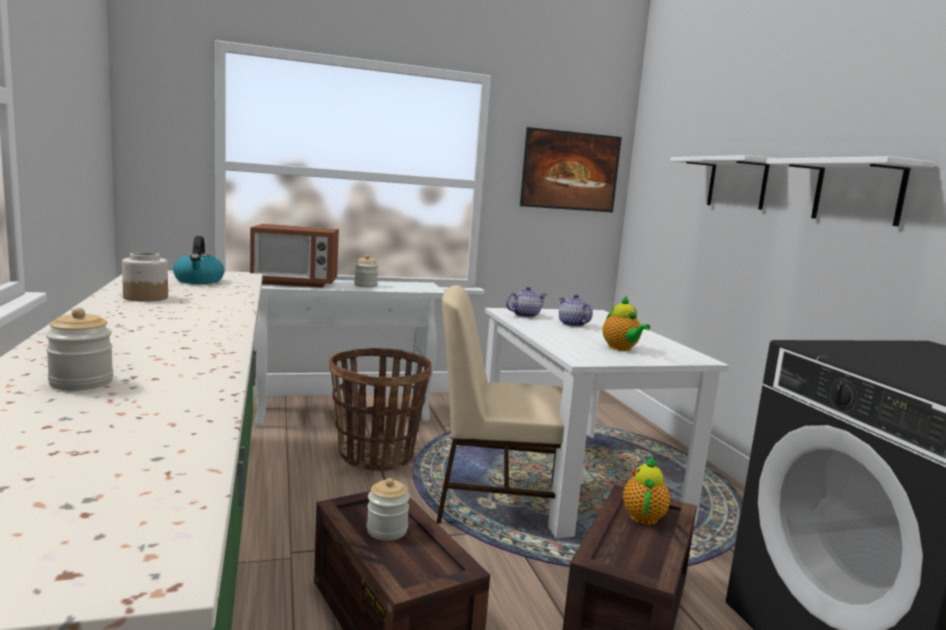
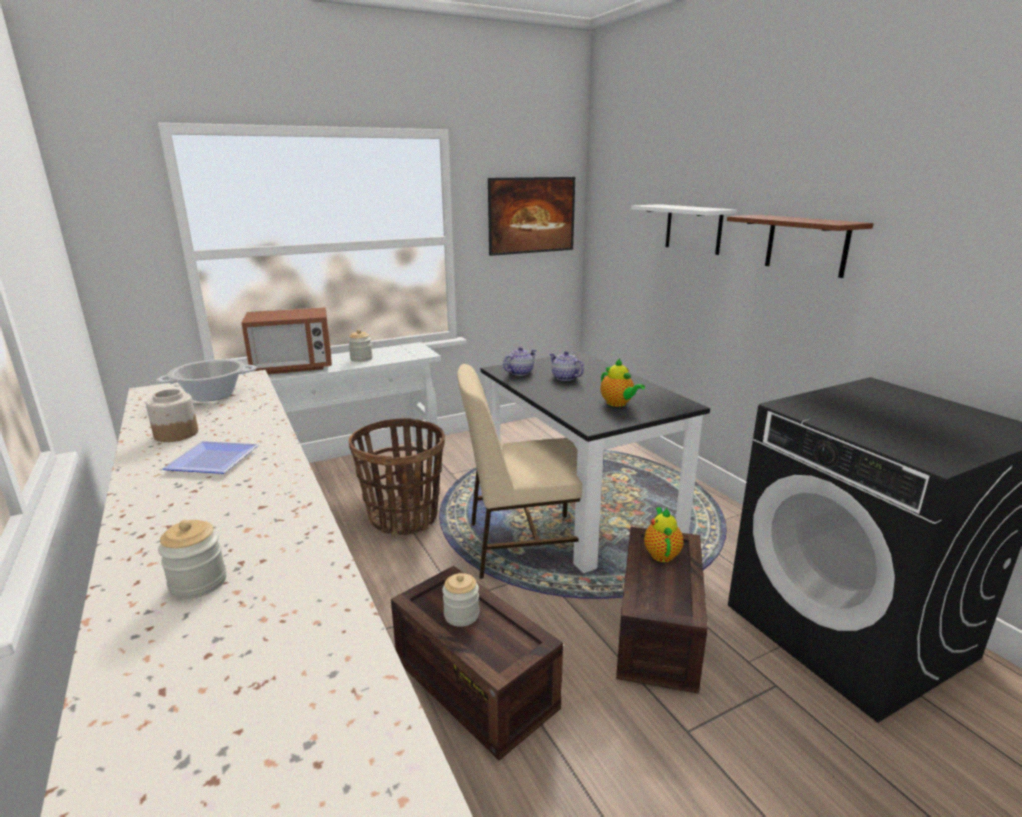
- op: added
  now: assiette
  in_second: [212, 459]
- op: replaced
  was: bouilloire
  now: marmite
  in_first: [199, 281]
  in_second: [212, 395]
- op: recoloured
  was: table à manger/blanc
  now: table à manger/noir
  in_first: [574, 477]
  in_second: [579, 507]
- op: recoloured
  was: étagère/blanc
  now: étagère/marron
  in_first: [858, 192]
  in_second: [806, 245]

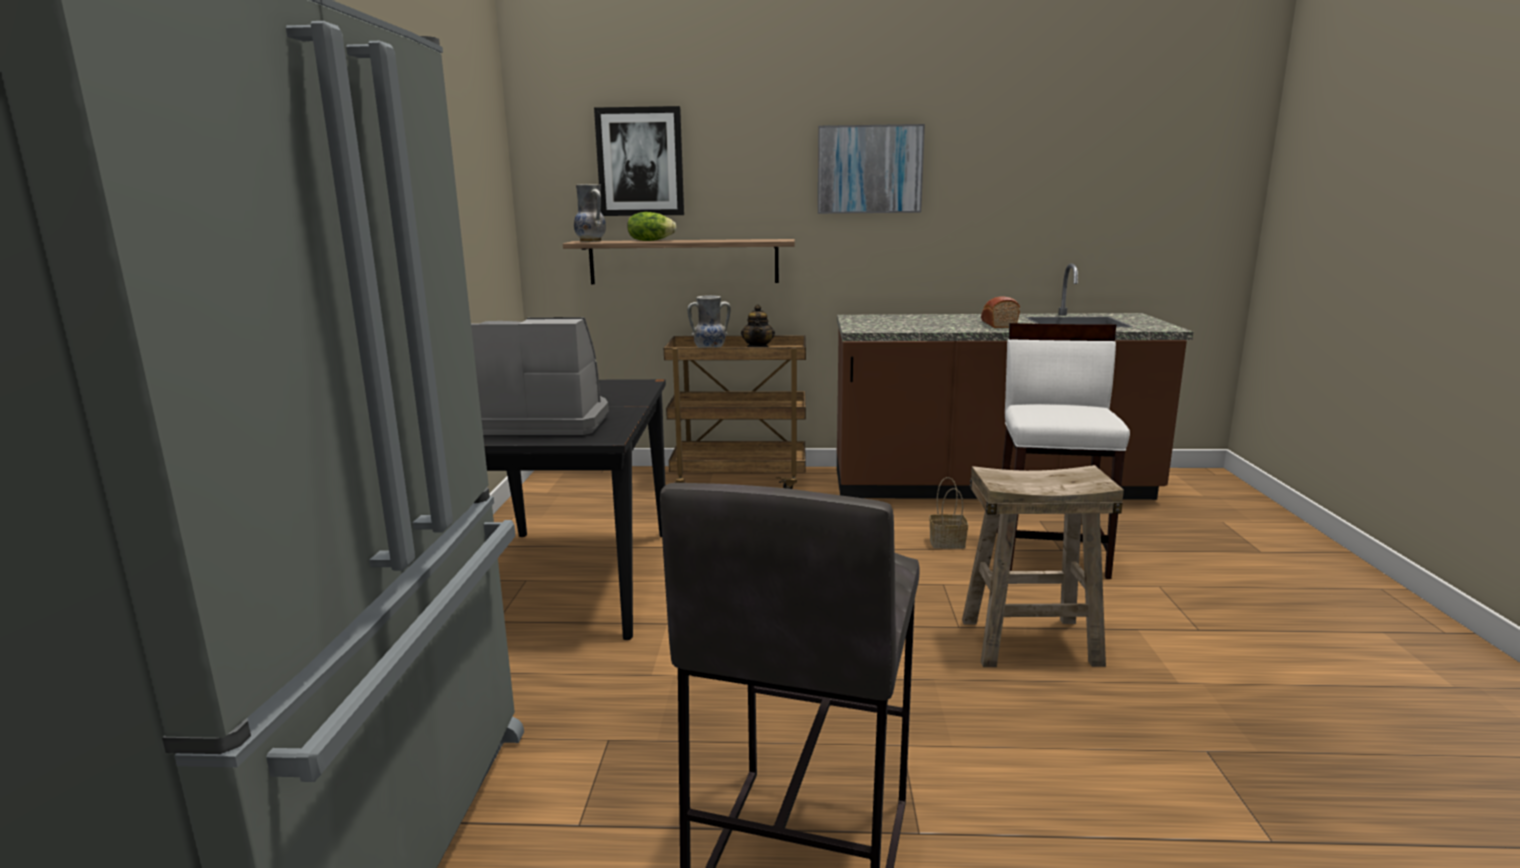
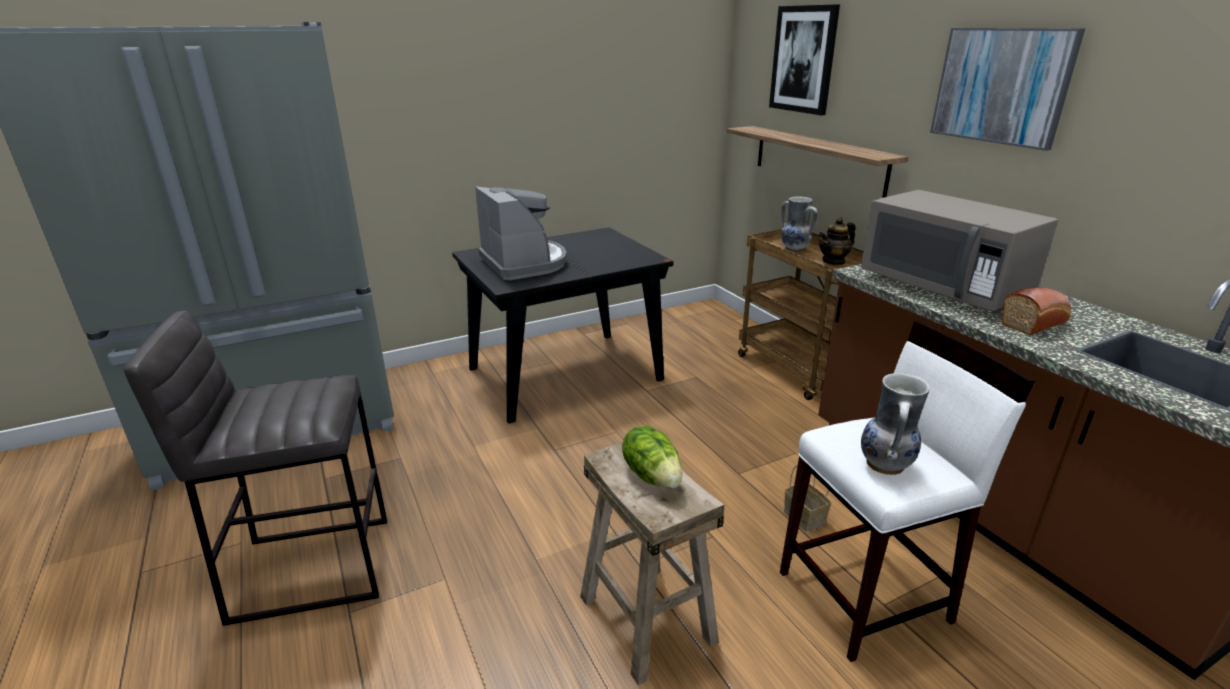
- op: added
  now: micro-ondes/gris
  in_second: [942, 288]
- op: moved
  was: vase
  in_first: [591, 241]
  in_second: [886, 465]
- op: moved
  was: laitue
  in_first: [650, 241]
  in_second: [653, 475]

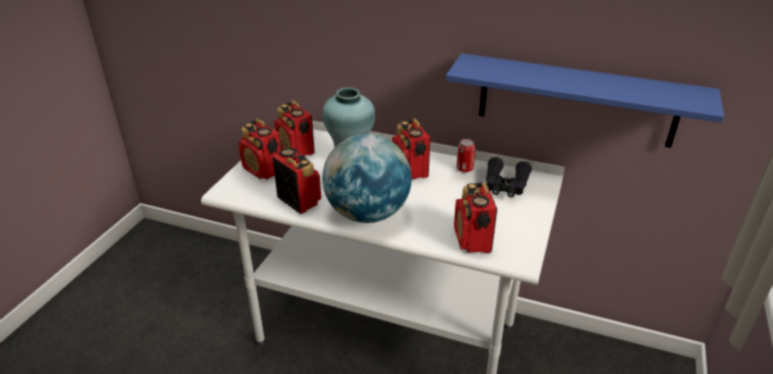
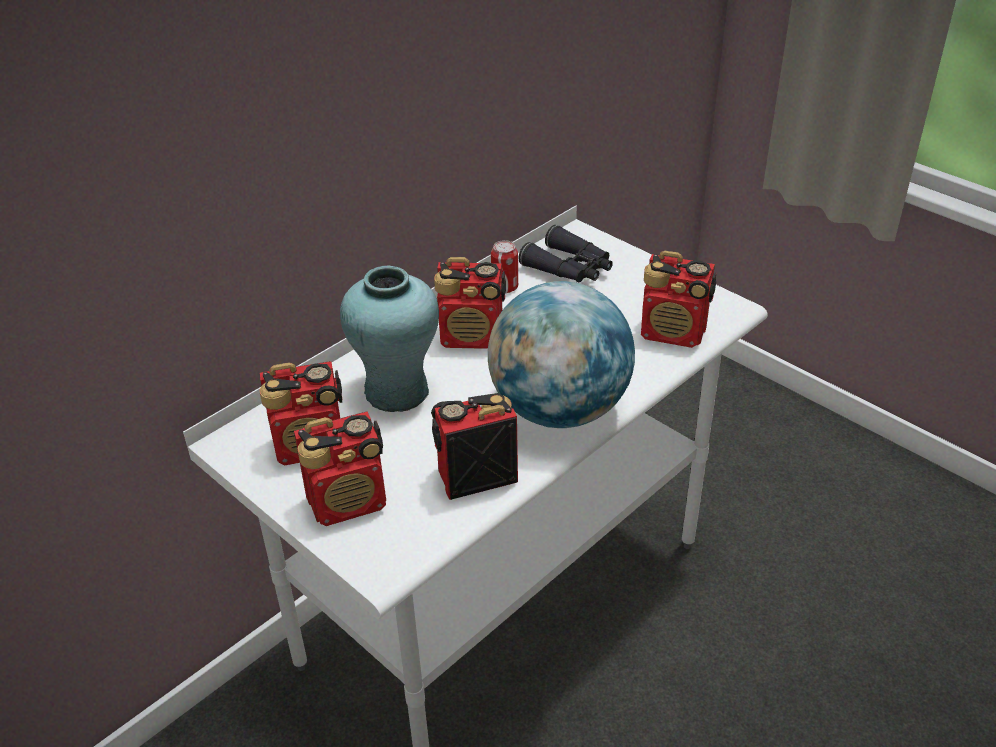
- op: removed
  was: étagère/bleu
  in_first: [576, 100]

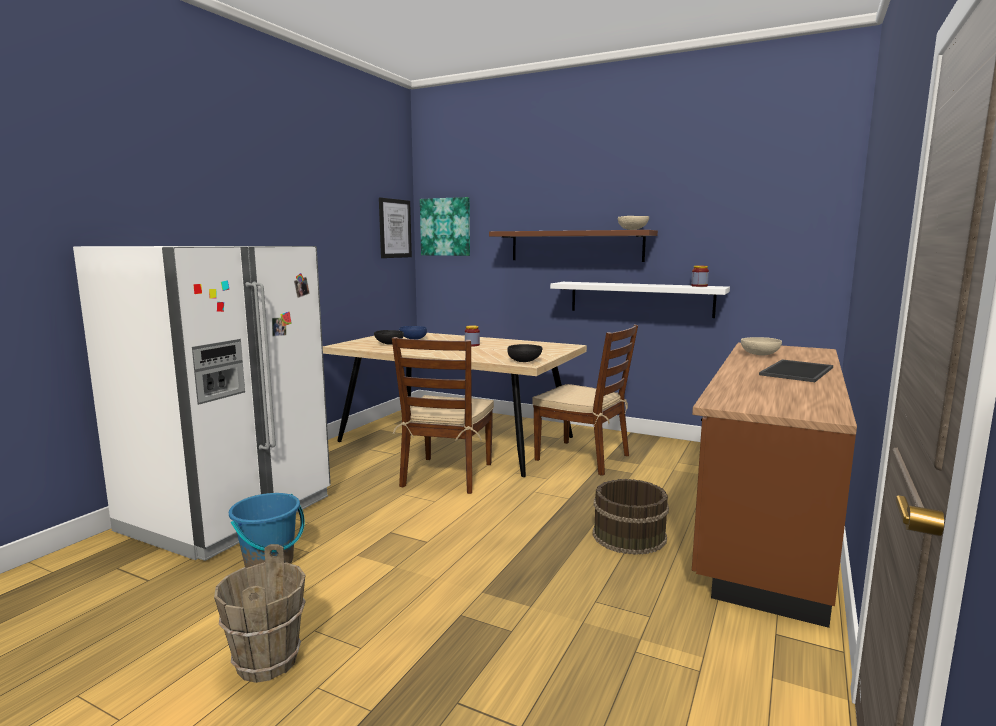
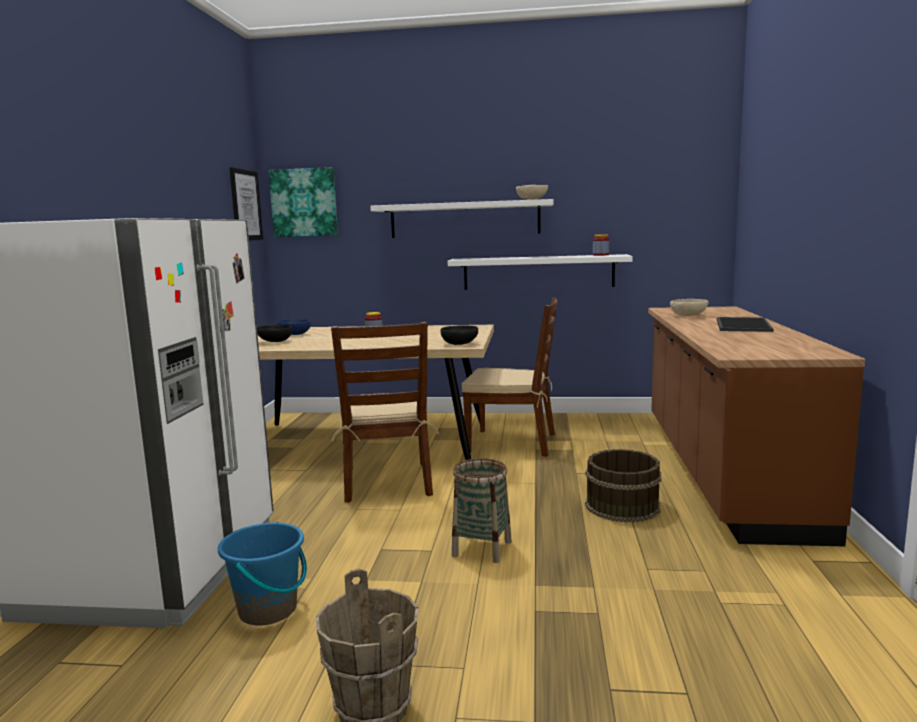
- op: added
  now: panier
  in_second: [482, 548]
- op: recoloured
  was: étagère/marron
  now: étagère/blanc
  in_first: [576, 246]
  in_second: [465, 219]

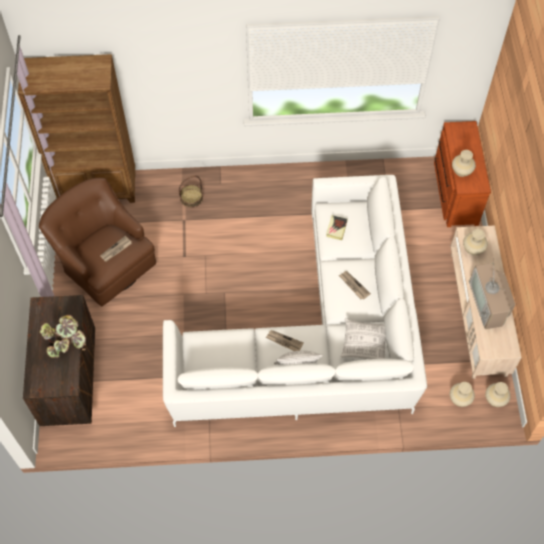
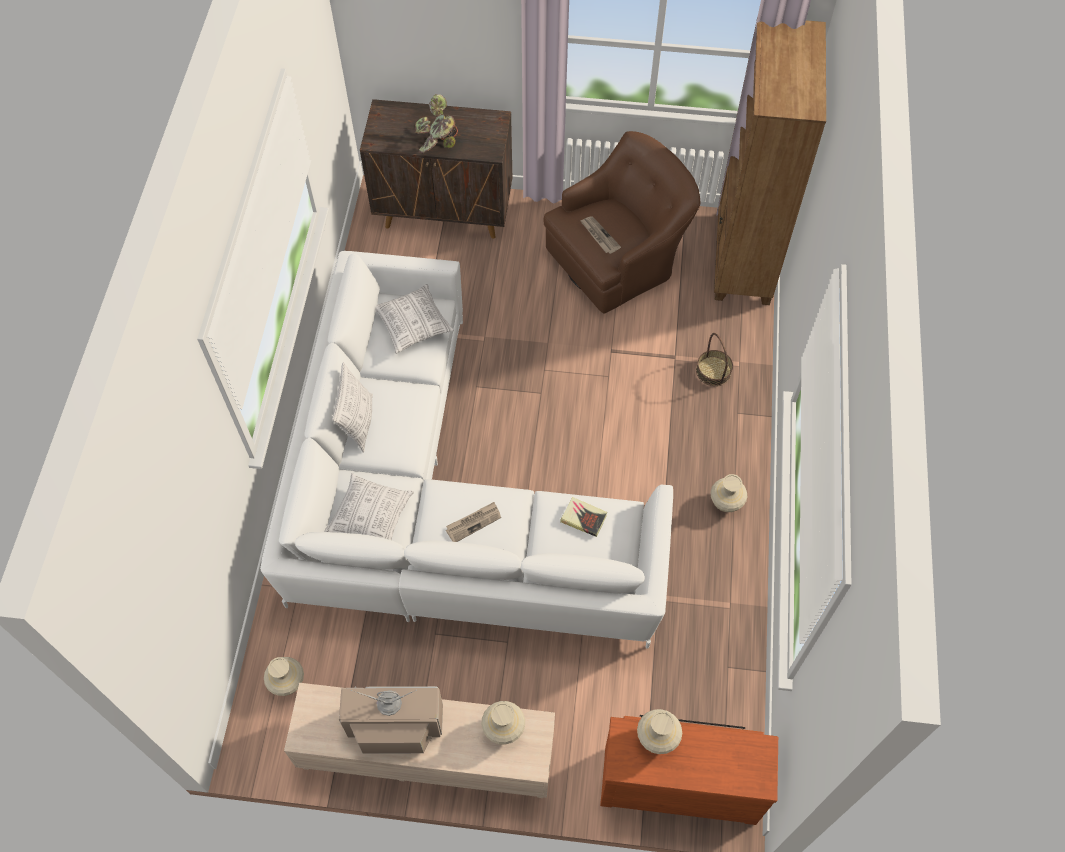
- op: removed
  was: journal
  in_first: [284, 341]
- op: added
  now: coussin
  in_second: [413, 324]
- op: moved
  was: vase/beige
  in_first: [495, 399]
  in_second: [726, 503]

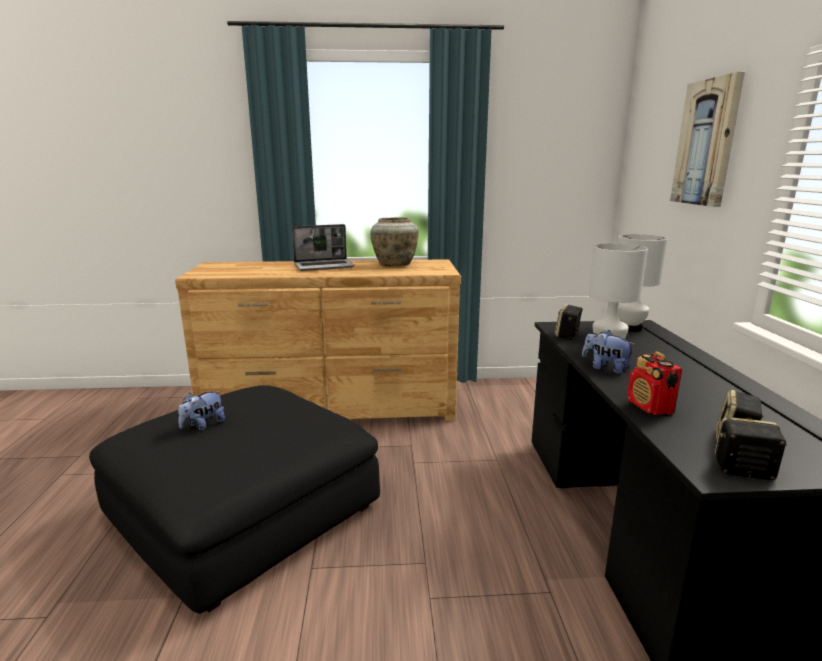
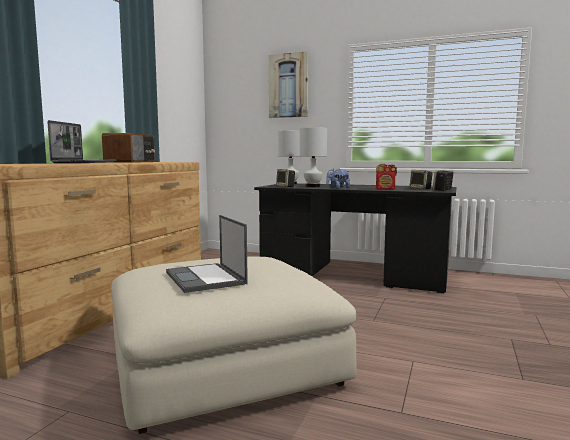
- op: replaced
  was: peluche
  now: ordinateur portable
  in_first: [203, 425]
  in_second: [206, 278]
- op: replaced
  was: vase/beige
  now: radio
  in_first: [395, 264]
  in_second: [131, 162]
- op: recoloured
  was: pouf/noir
  now: pouf/beige
  in_first: [244, 511]
  in_second: [223, 363]

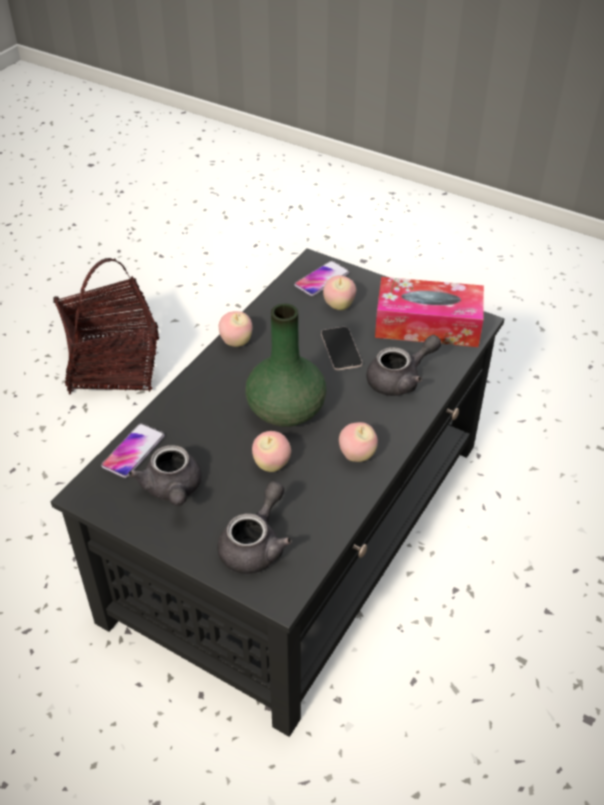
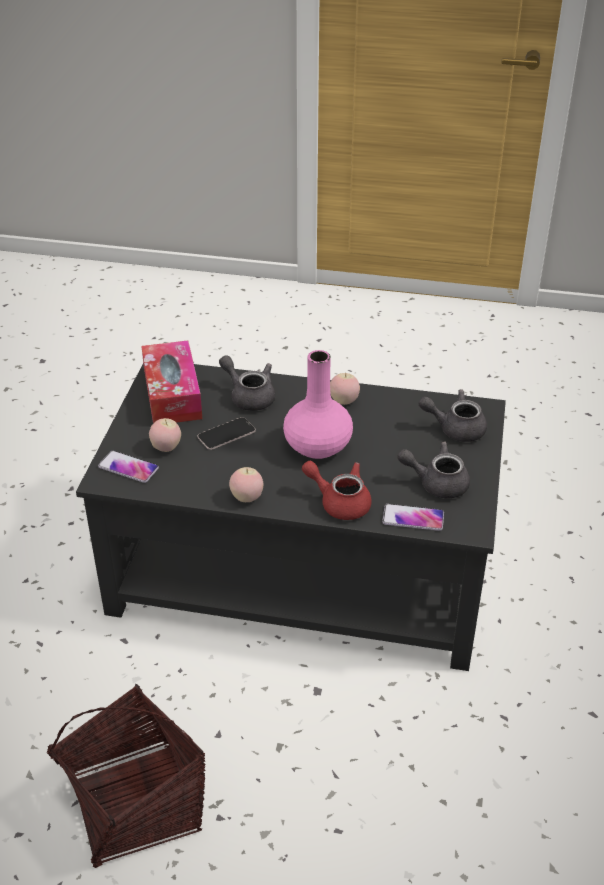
- op: removed
  was: pomme
  in_first: [271, 465]
- op: added
  now: théière/rouge
  in_second: [339, 502]
- op: recoloured
  was: vase/vert
  now: vase/rose
  in_first: [287, 411]
  in_second: [317, 446]
- op: turned
  was: théière/gris
  in_first: [172, 490]
  in_second: [436, 483]
  clockwise: -135

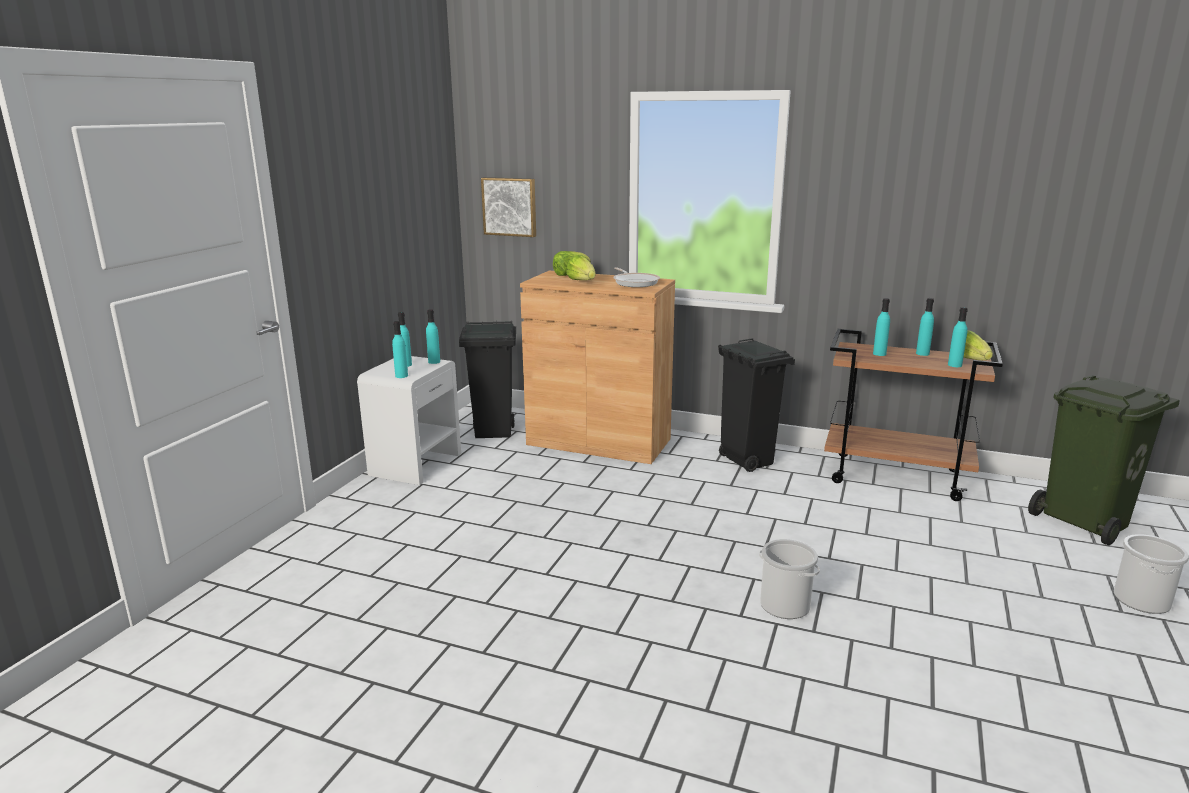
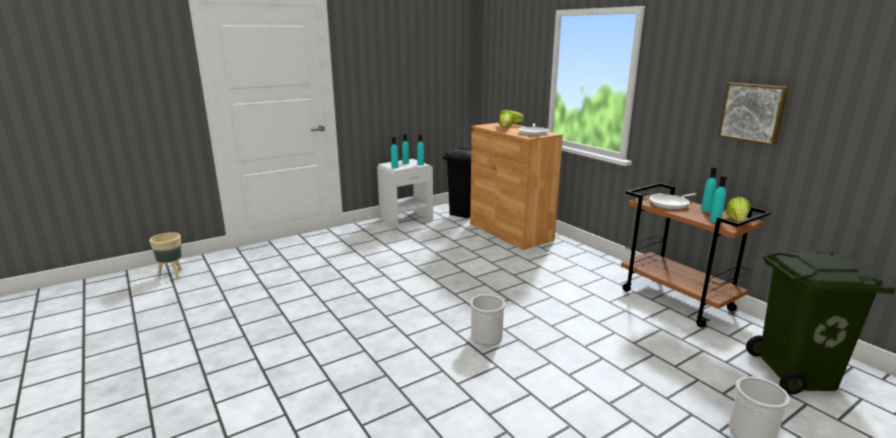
- op: removed
  was: poubelle/noir
  in_first: [746, 461]
- op: added
  now: cache-pot/beige
  in_second: [172, 275]
- op: moved
  was: tableau
  in_first: [510, 206]
  in_second: [752, 112]
- op: replaced
  was: bouteille/turquoise
  now: poêle
  in_first: [879, 354]
  in_second: [670, 204]

